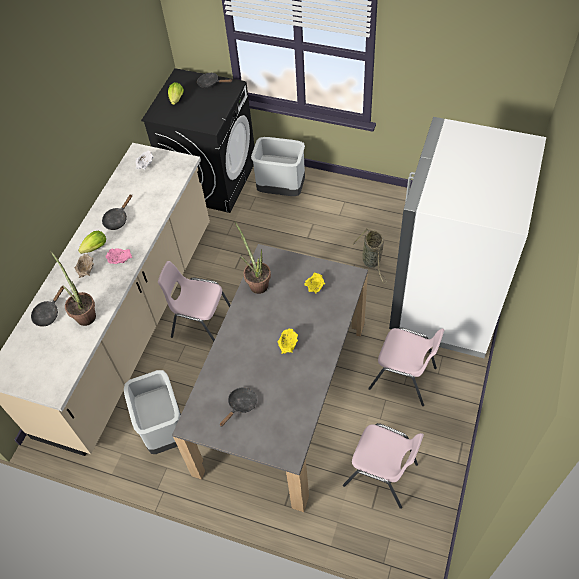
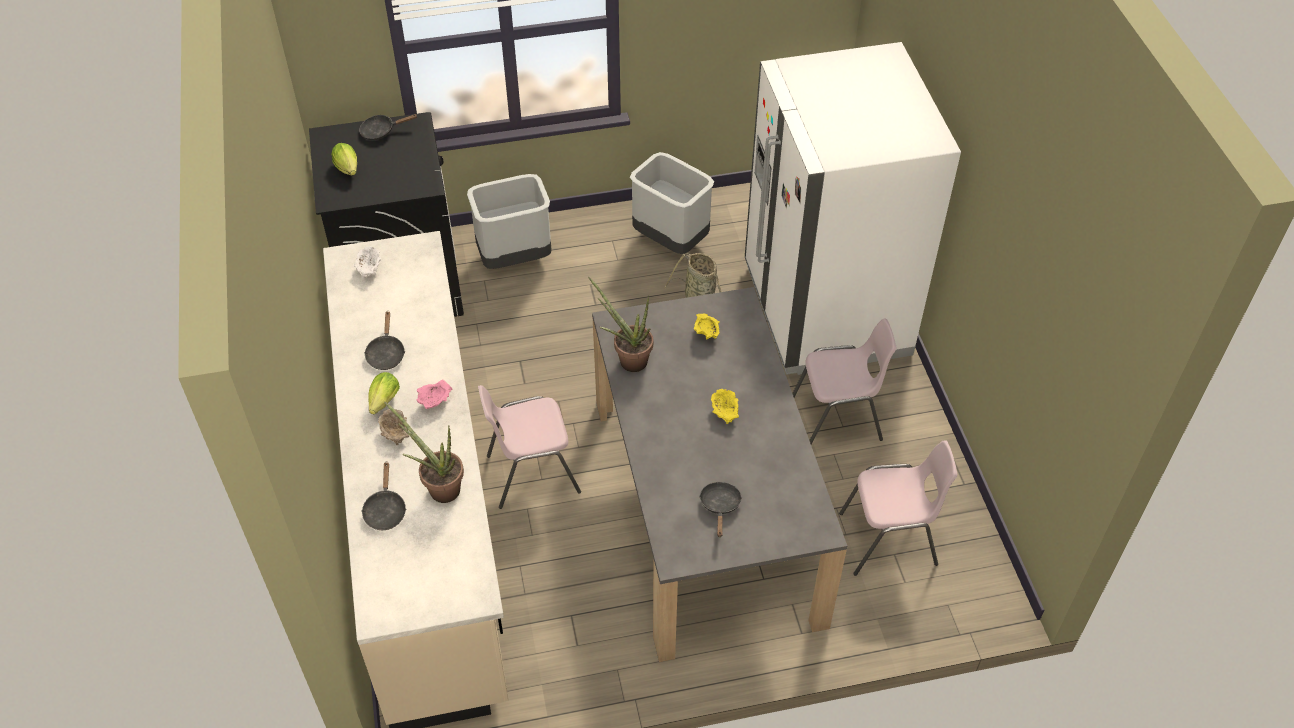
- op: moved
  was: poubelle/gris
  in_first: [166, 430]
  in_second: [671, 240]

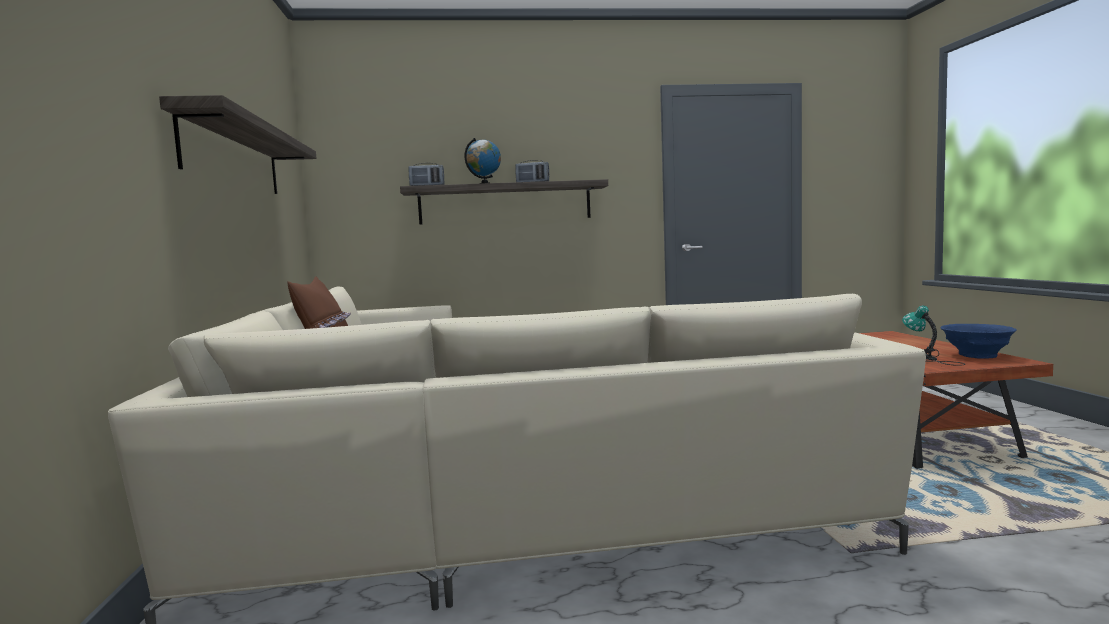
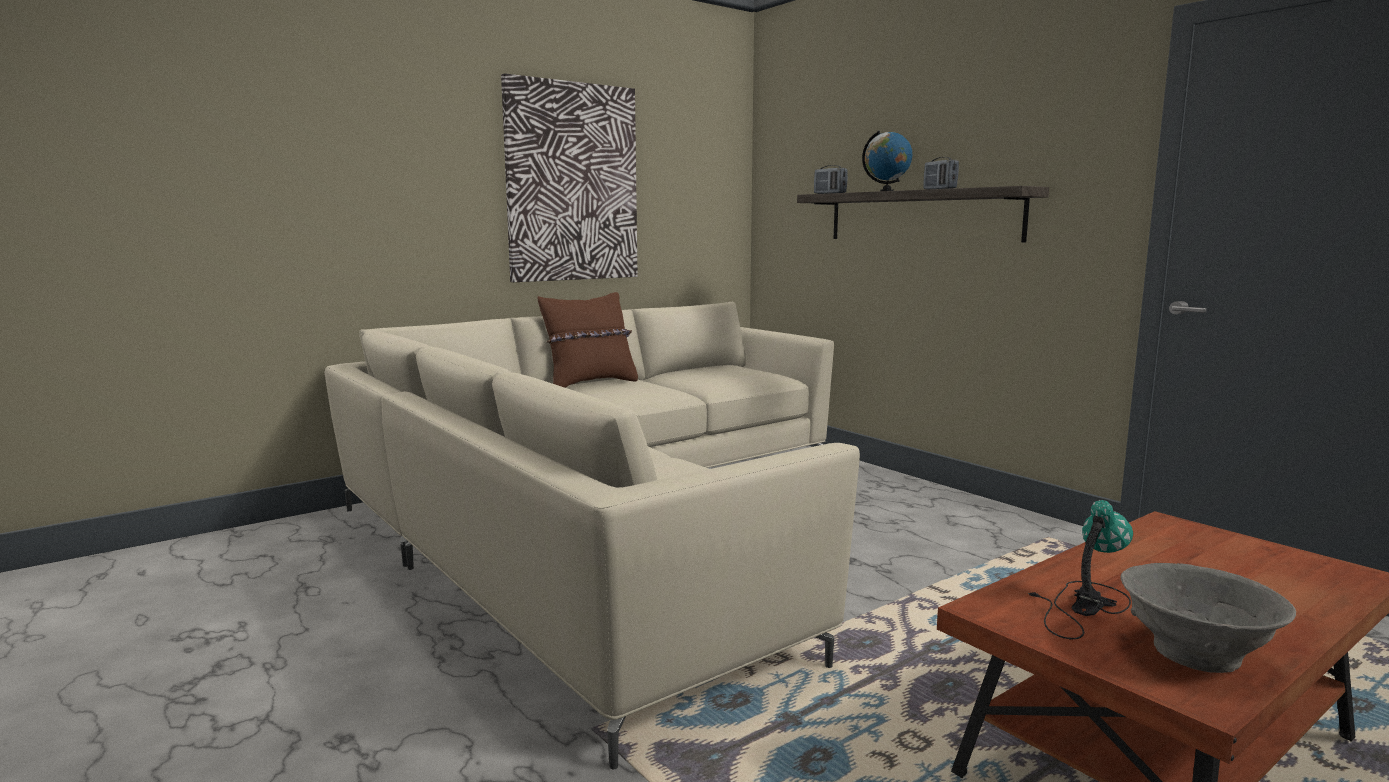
- op: replaced
  was: étagère
  now: tableau
  in_first: [234, 157]
  in_second: [572, 182]
- op: recoloured
  was: bol/bleu
  now: bol/gris
  in_first: [976, 356]
  in_second: [1195, 653]

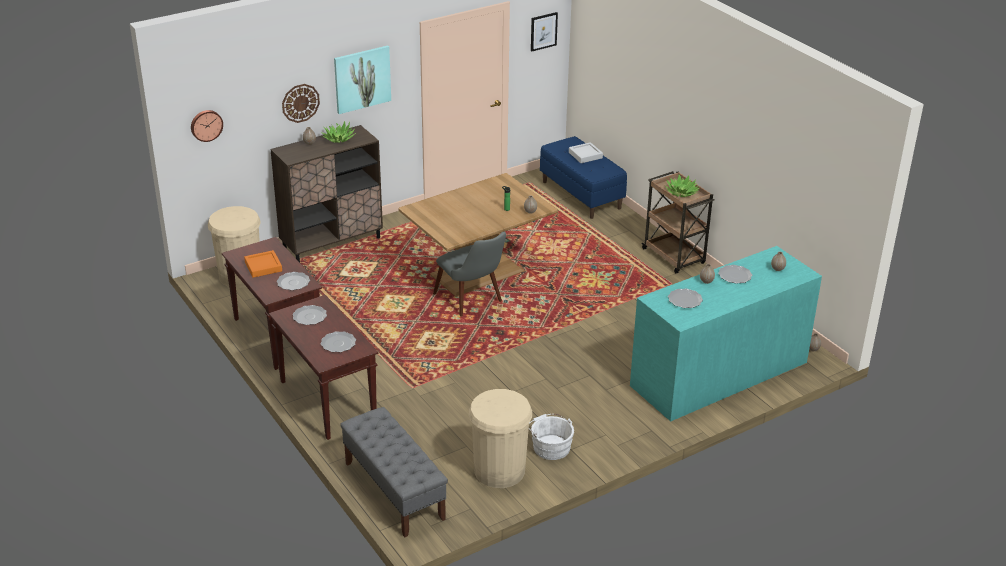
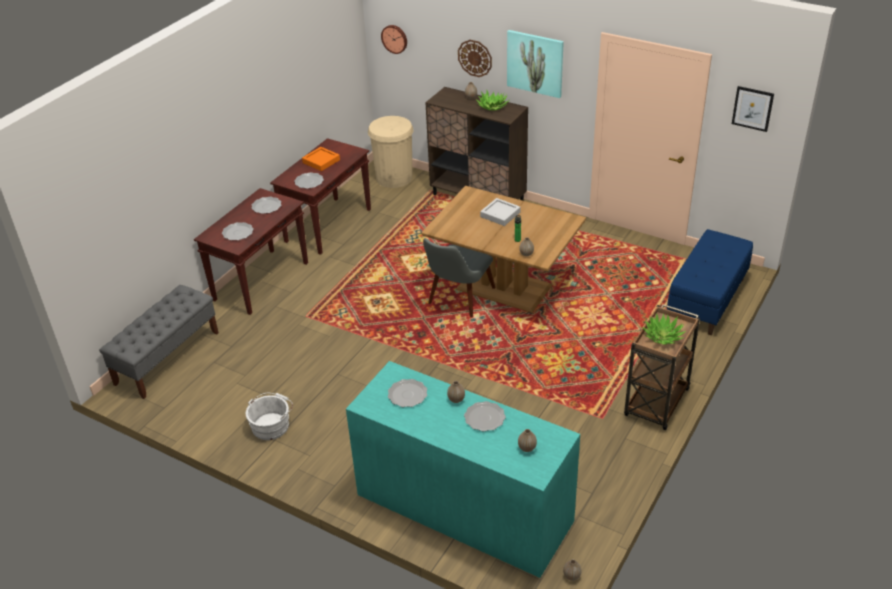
- op: removed
  was: poubelle/beige
  in_first: [499, 470]
- op: moved
  was: plateau/gris
  in_first: [585, 155]
  in_second: [500, 214]

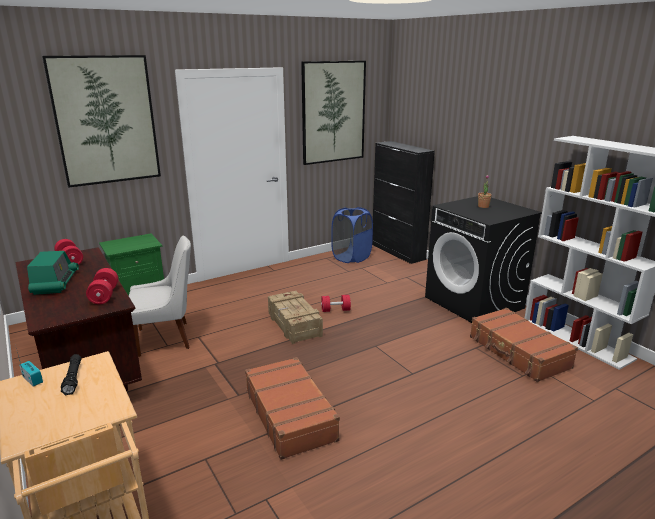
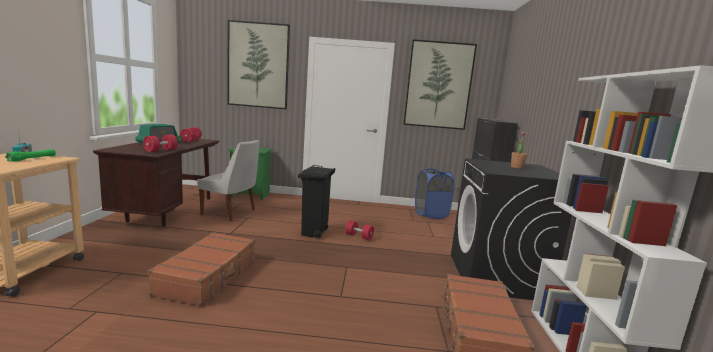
- op: replaced
  was: caisse
  now: poubelle/noir
  in_first: [294, 324]
  in_second: [313, 233]
- op: recoloured
  was: lampe de poche/noir
  now: lampe de poche/vert
  in_first: [73, 378]
  in_second: [32, 159]

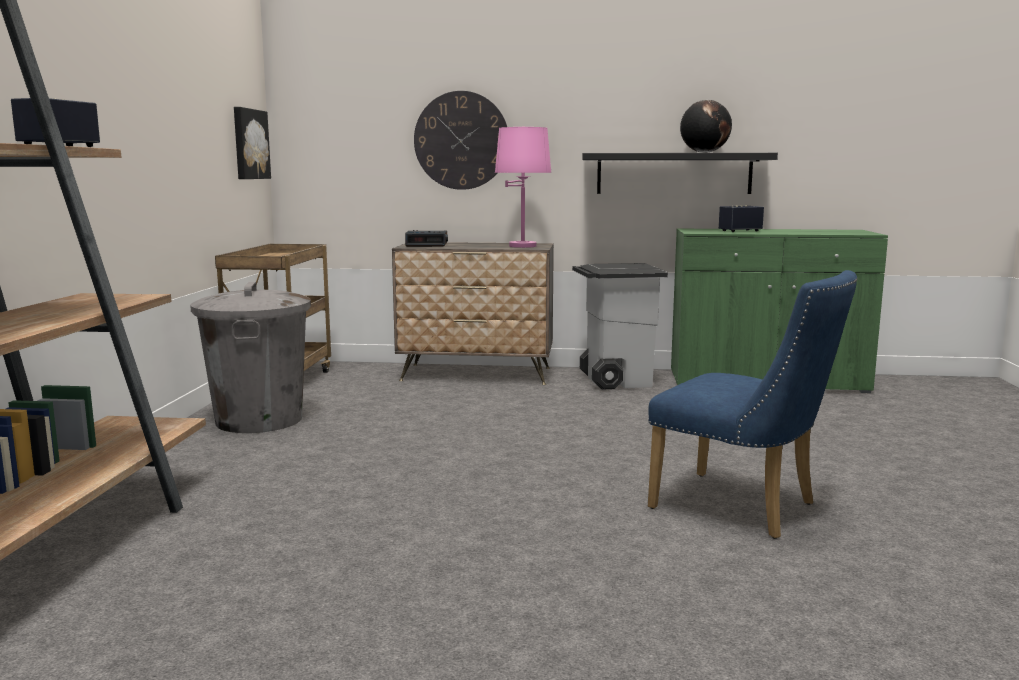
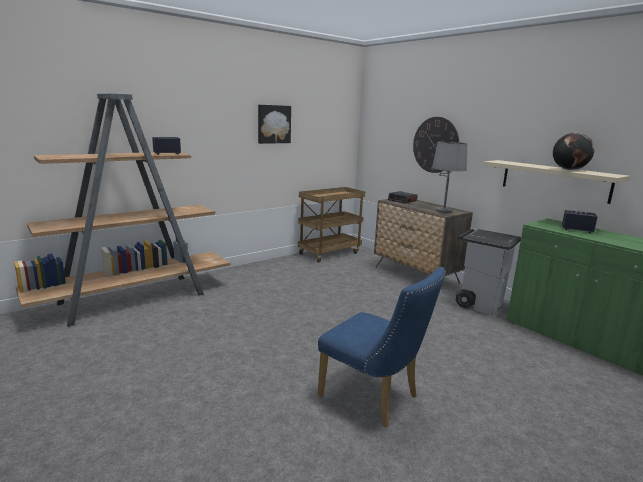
- op: removed
  was: poubelle/gris
  in_first: [258, 420]
- op: moved
  was: tableau
  in_first: [249, 144]
  in_second: [273, 124]
- op: recoloured
  was: lampe de table/rose
  now: lampe de table/gris
  in_first: [522, 246]
  in_second: [444, 211]
- op: recoloured
  was: étagère/noir
  now: étagère/beige
  in_first: [674, 173]
  in_second: [554, 180]
- op: turned
  was: chaise/bleu
  in_first: [744, 509]
  in_second: [374, 399]
  clockwise: -45

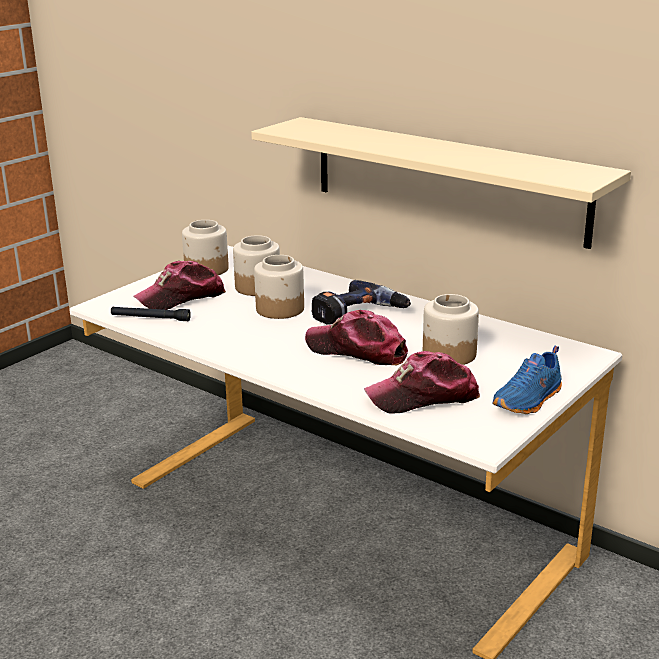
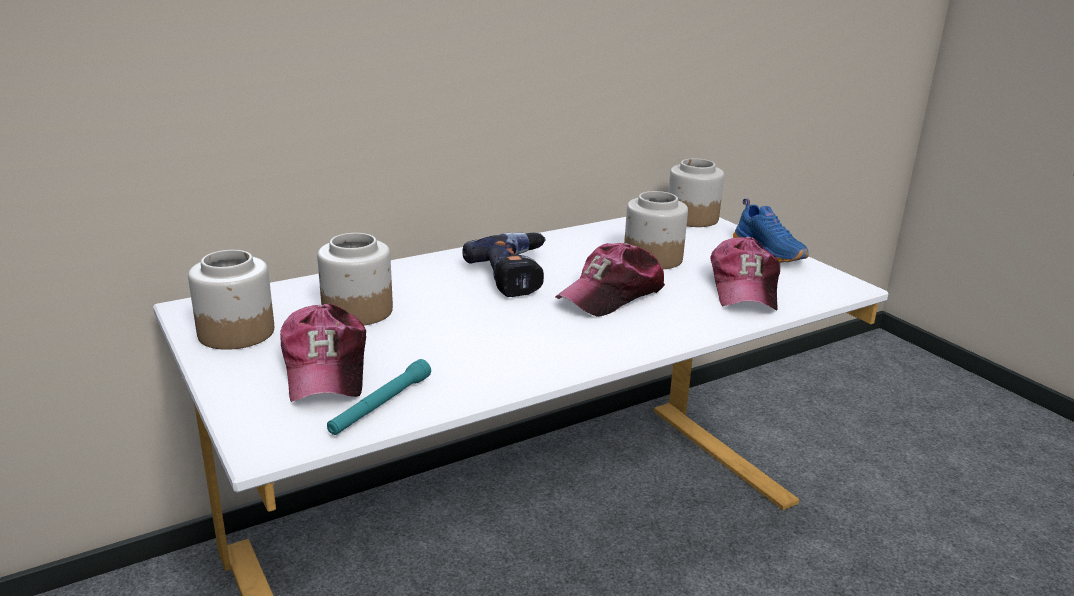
- op: removed
  was: étagère/beige
  in_first: [446, 179]
- op: moved
  was: bocal
  in_first: [280, 309]
  in_second: [691, 218]
- op: recoloured
  was: lampe de poche/noir
  now: lampe de poche/turquoise
  in_first: [150, 318]
  in_second: [380, 405]

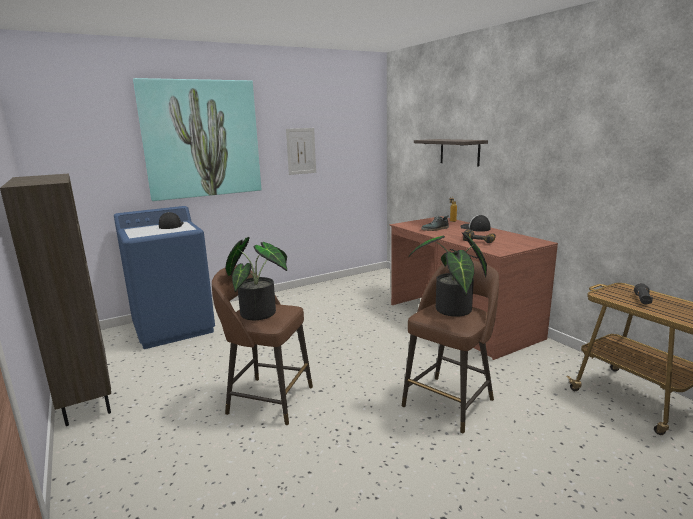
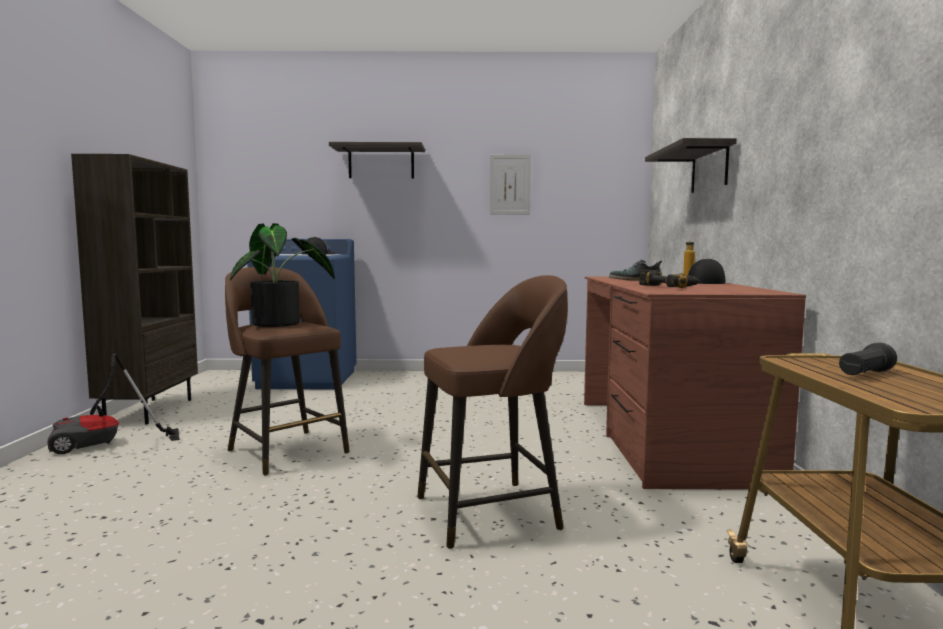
- op: removed
  was: plante en pot
  in_first: [451, 311]
- op: added
  now: aspirateur
  in_second: [104, 445]
- op: replaced
  was: tableau
  now: étagère
  in_first: [201, 139]
  in_second: [381, 163]

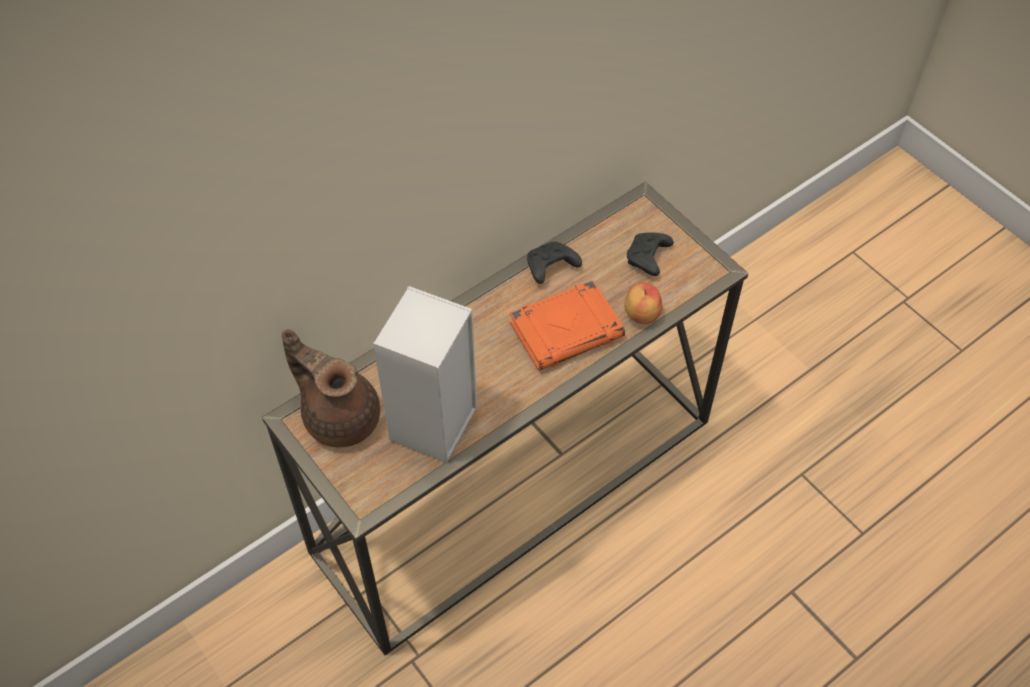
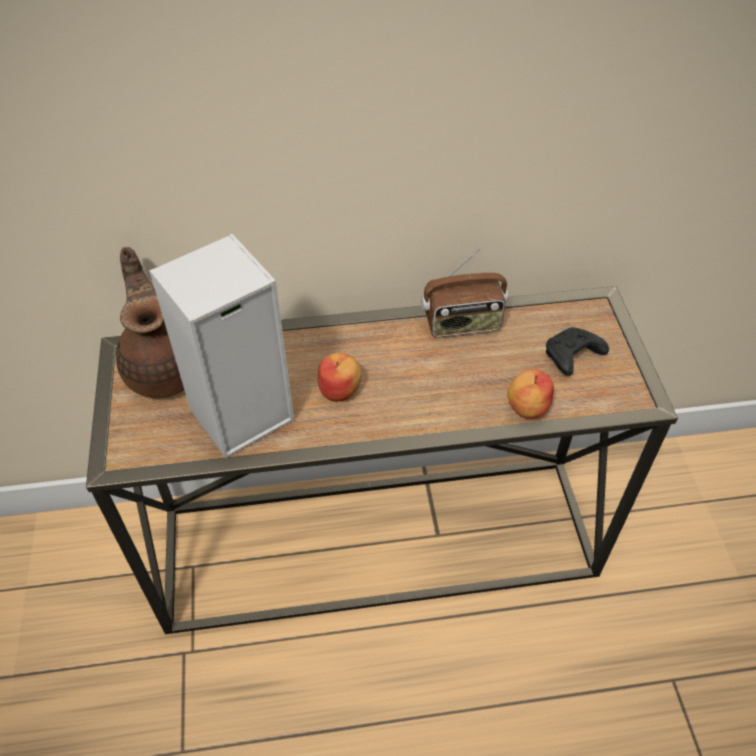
- op: removed
  was: livre/orange
  in_first: [567, 330]
- op: added
  now: pomme
  in_second: [340, 390]
- op: replaced
  was: manette/noir
  now: radio
  in_first: [550, 268]
  in_second: [462, 324]

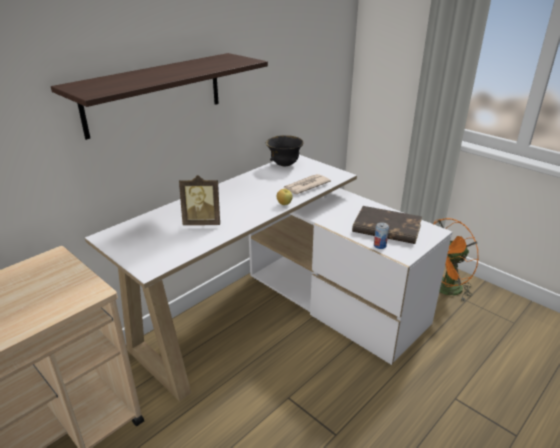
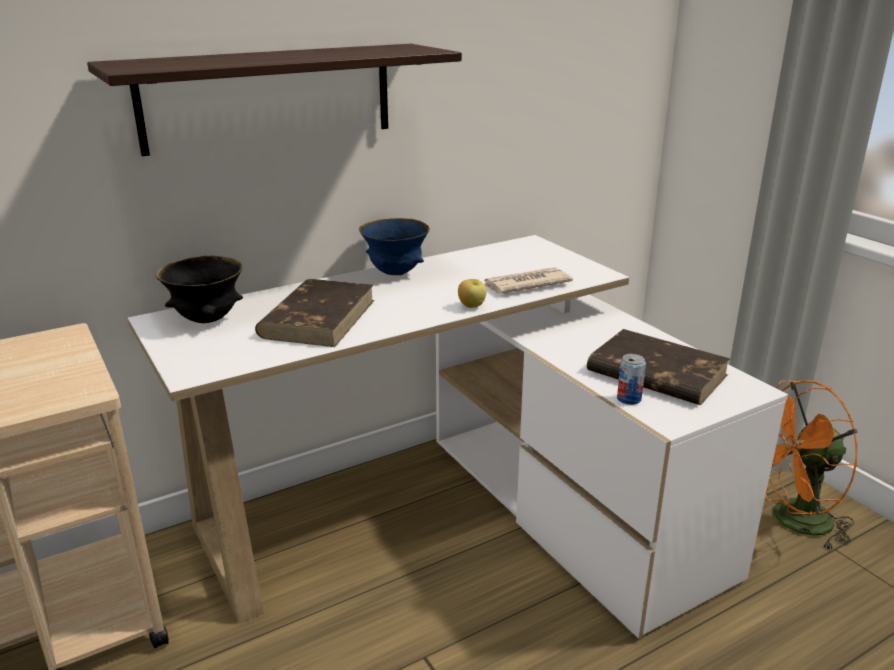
- op: added
  now: bol/bleu
  in_second: [395, 273]
- op: moved
  was: bol/noir
  in_first: [284, 165]
  in_second: [207, 320]
- op: replaced
  was: cadre photo
  now: livre/marron
  in_first: [202, 222]
  in_second: [319, 318]

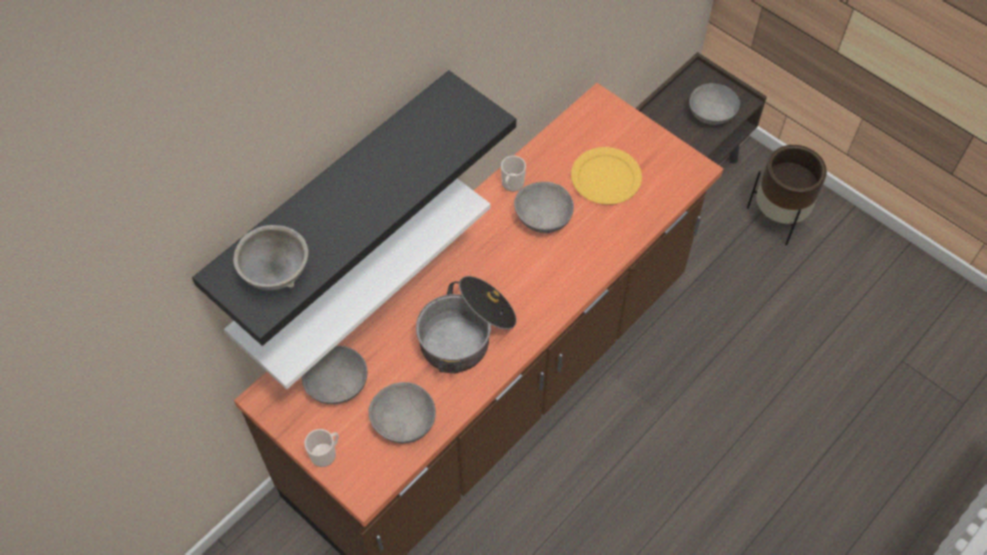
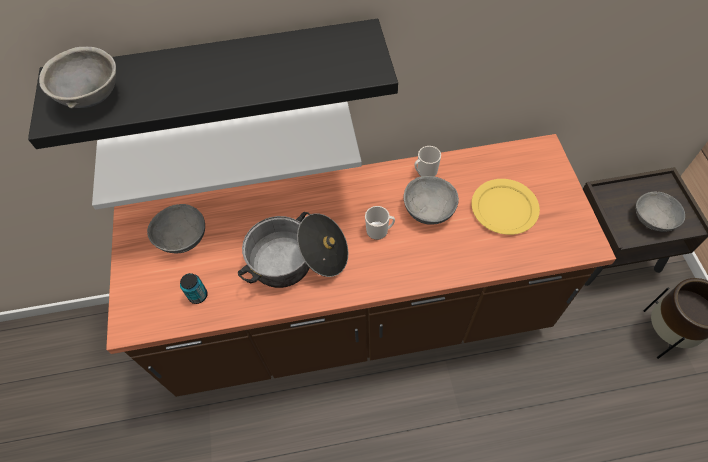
- op: moved
  was: mug
  in_first: [326, 453]
  in_second: [379, 230]
- op: replaced
  was: bol/gris
  now: boîte métallique
  in_first: [404, 422]
  in_second: [198, 295]

